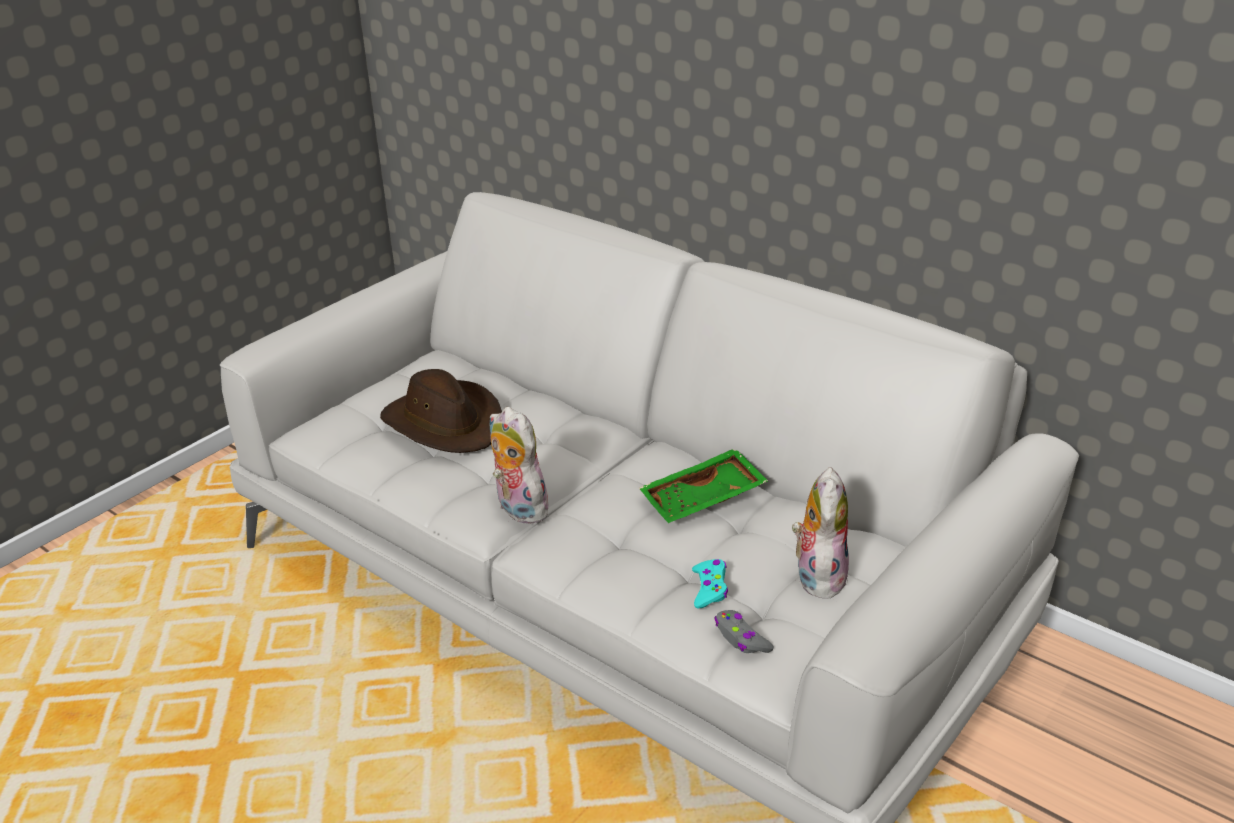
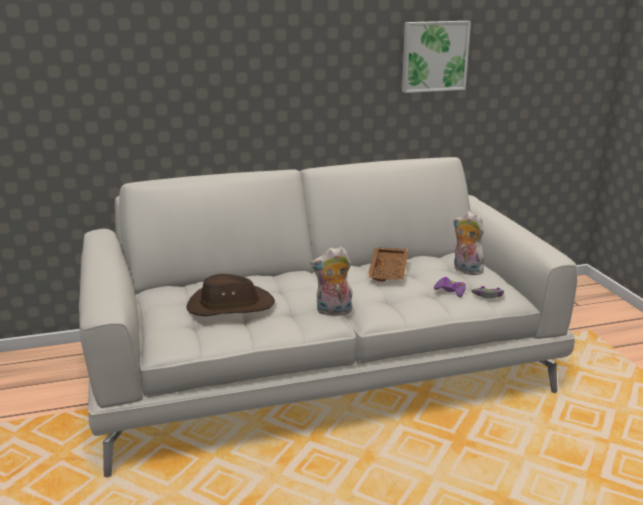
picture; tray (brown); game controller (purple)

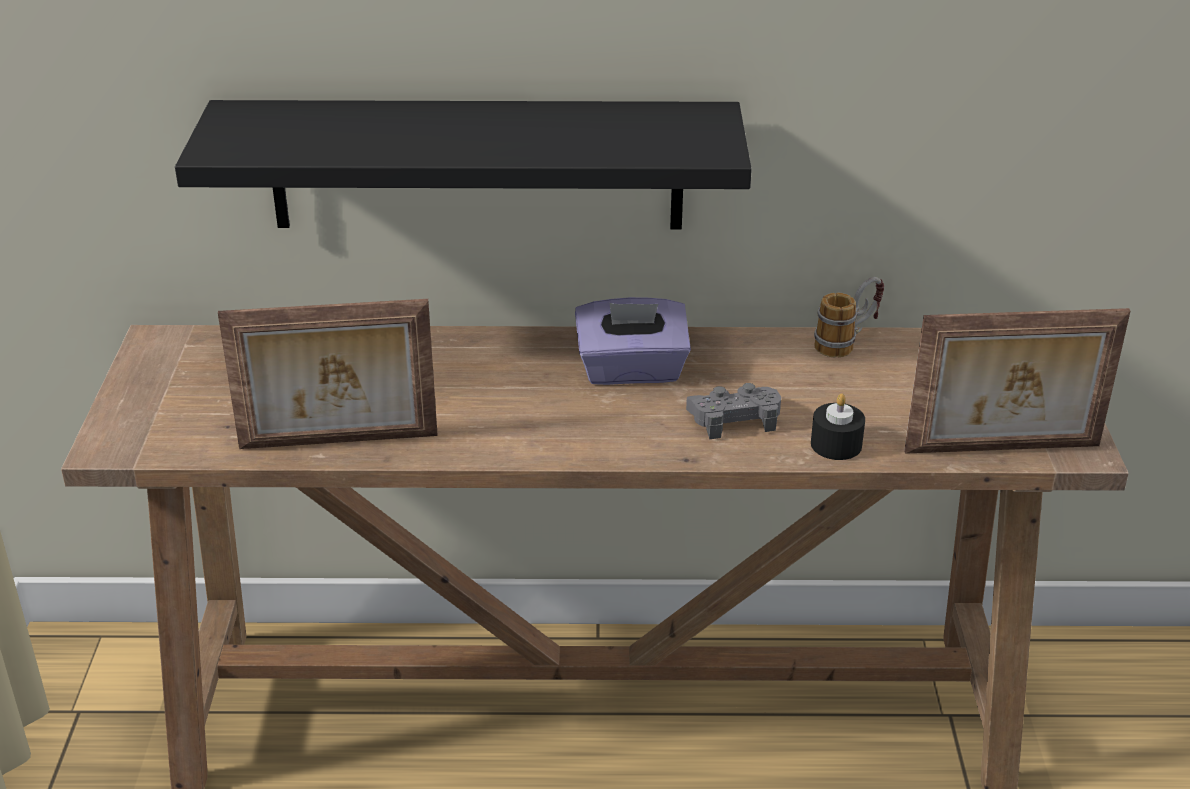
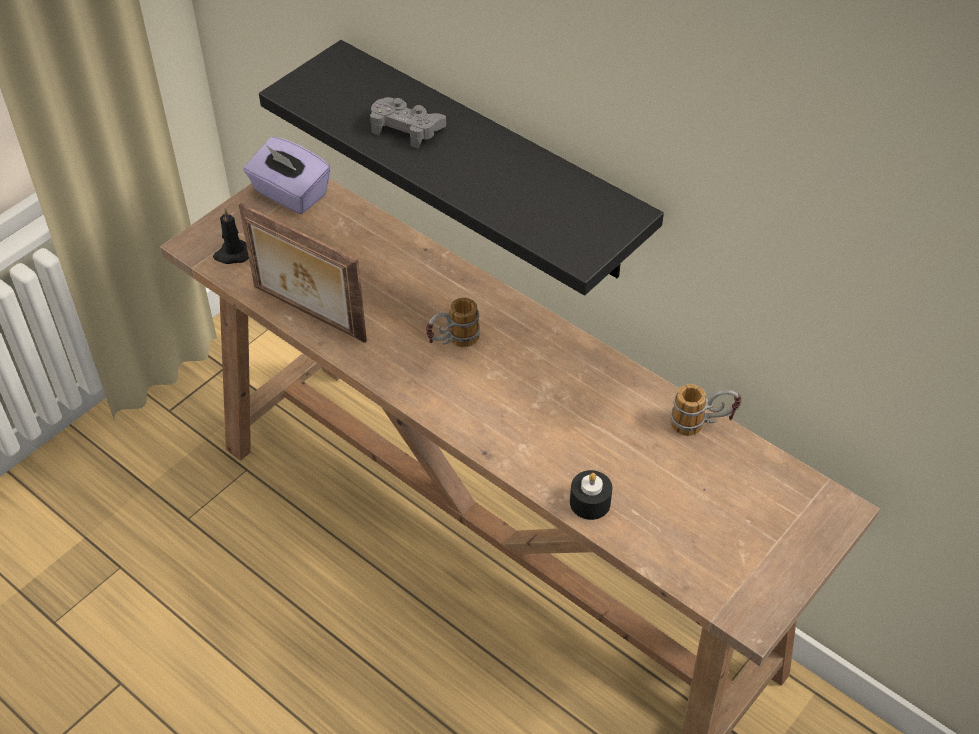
picture frame (2nd from left in the first image); candle (black) (1st from left); mug (1st from left); tissue box (purple); game controller (grey)

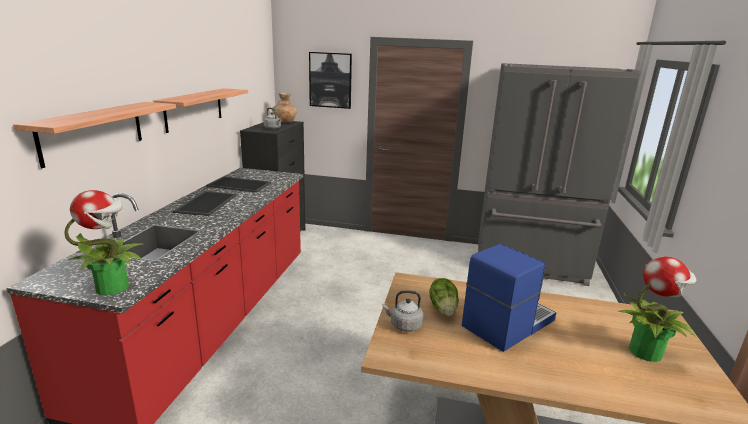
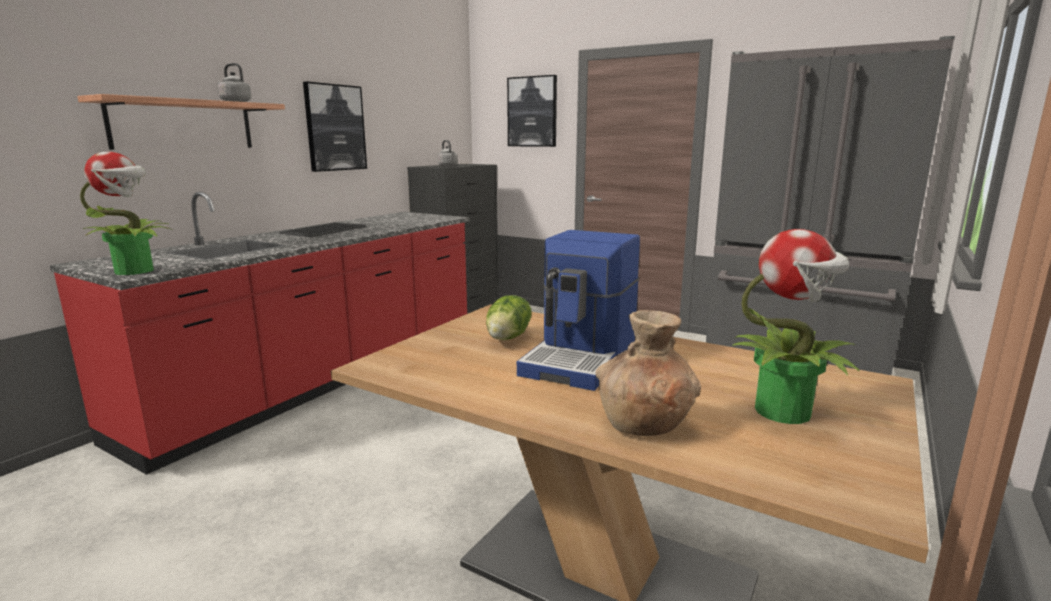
tray (2nd from left in the first image); vase (brown); kettle (grey) (1st from left); picture (1st from left); coffee machine

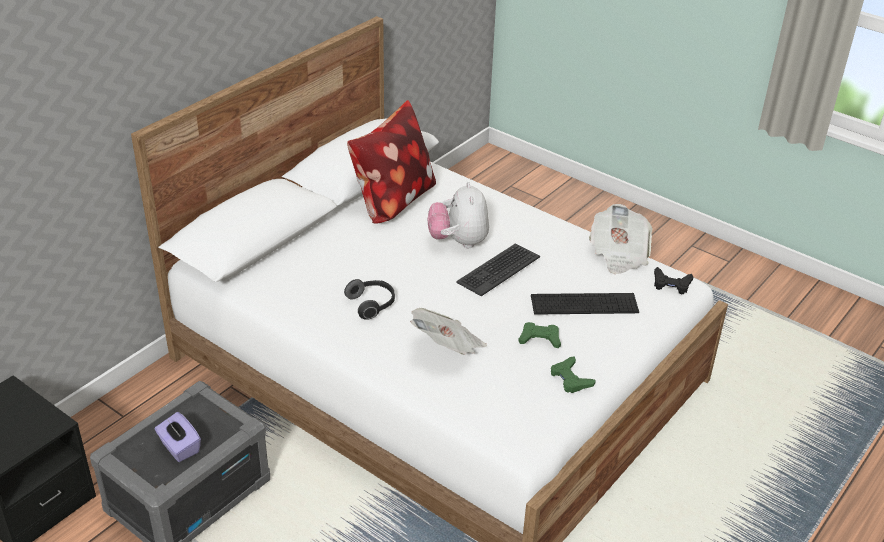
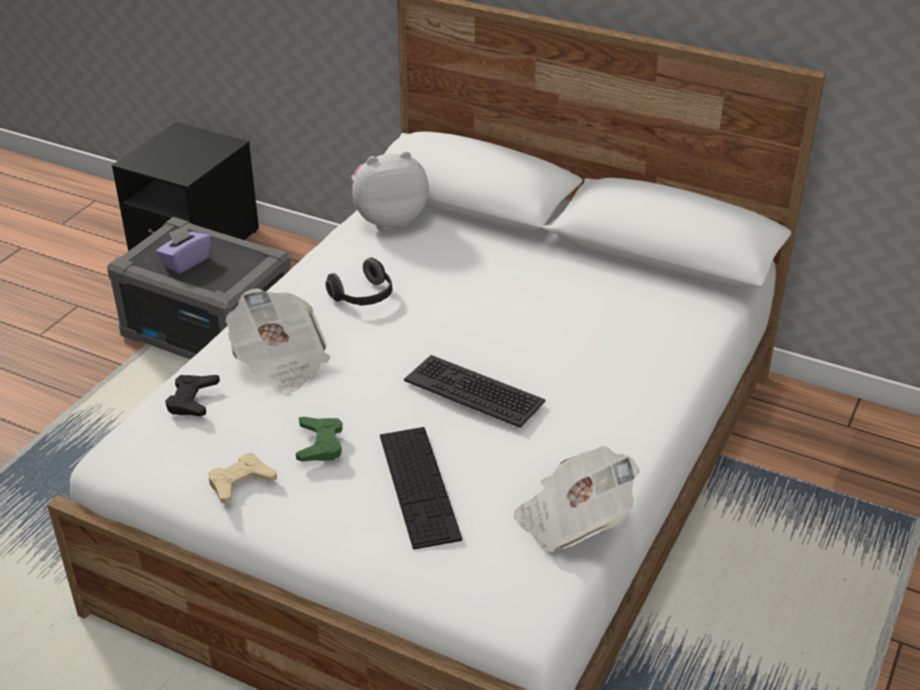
pillow; plush toy; game controller (black); game controller (beige)

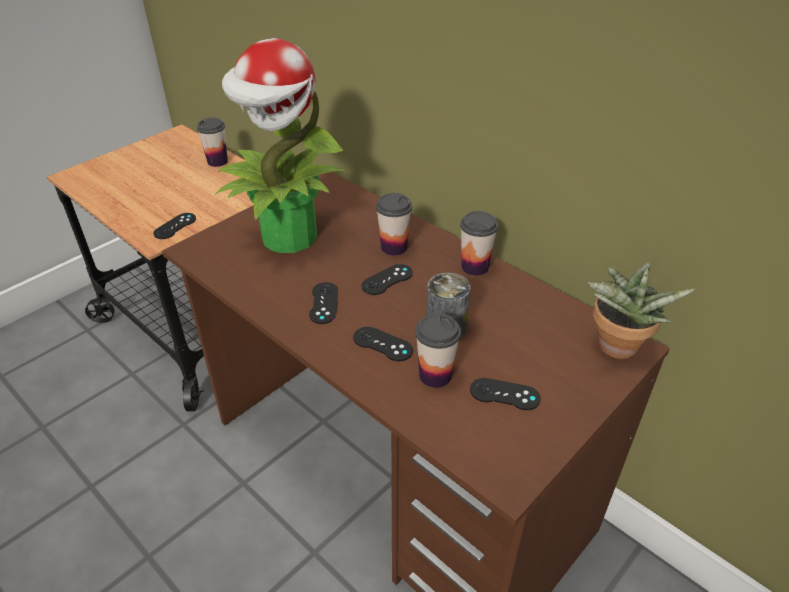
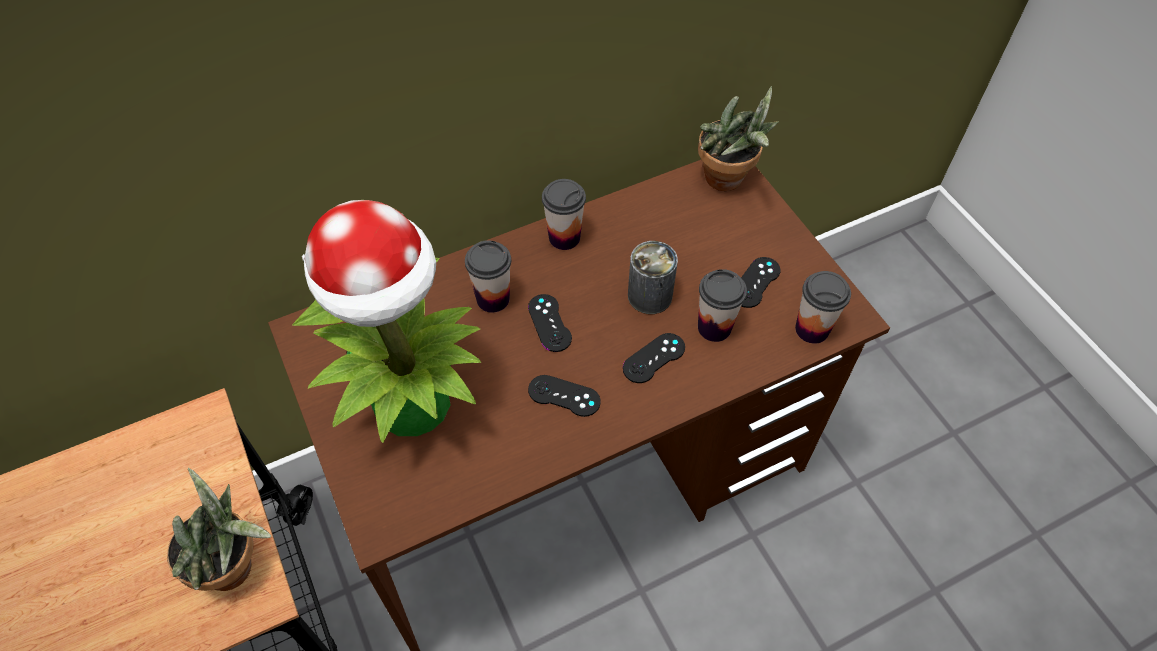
cup (4th from left); potted plant (1st from left)

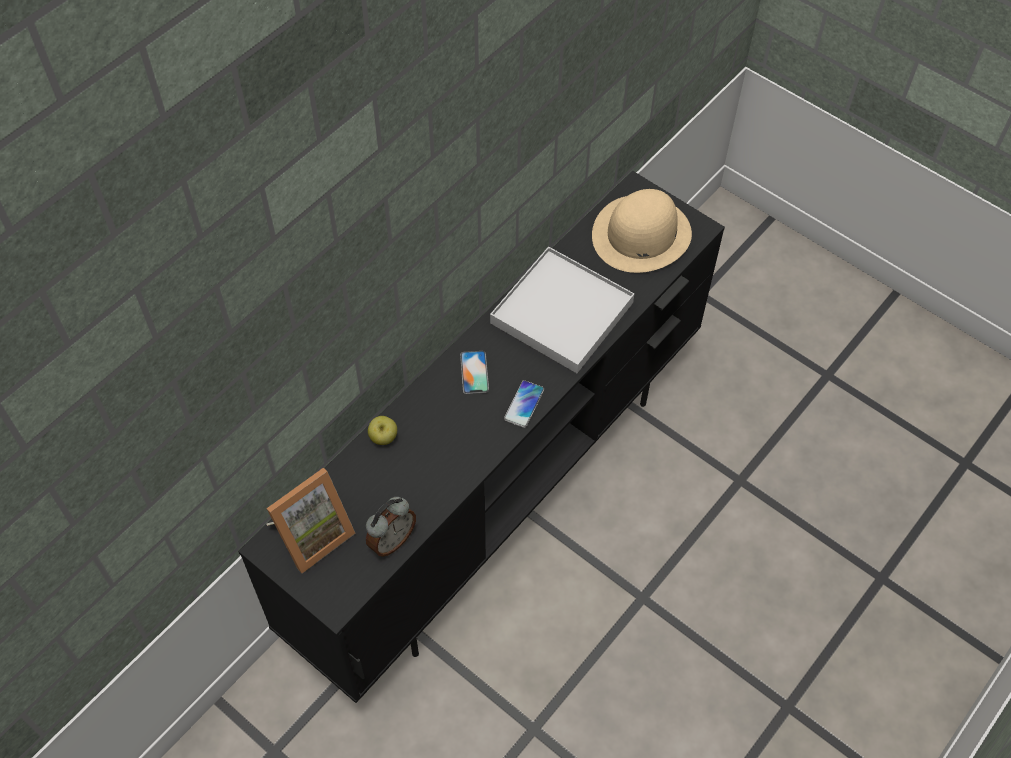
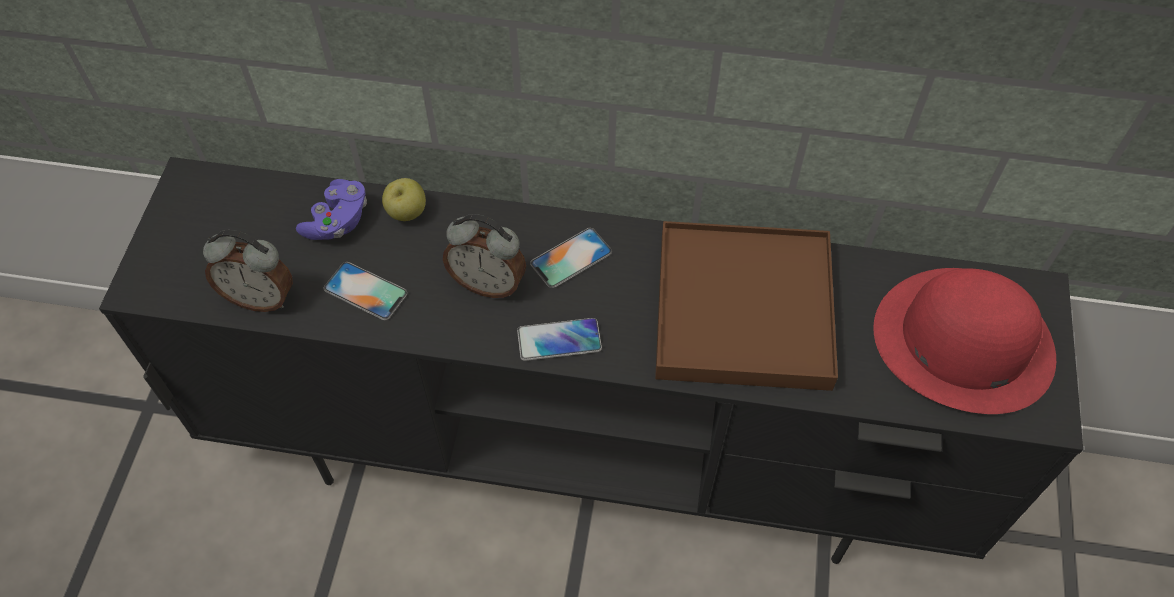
picture frame; game controller (purple); phone (1st from left); alarm clock (2nd from left); tray (brown); hat (red)

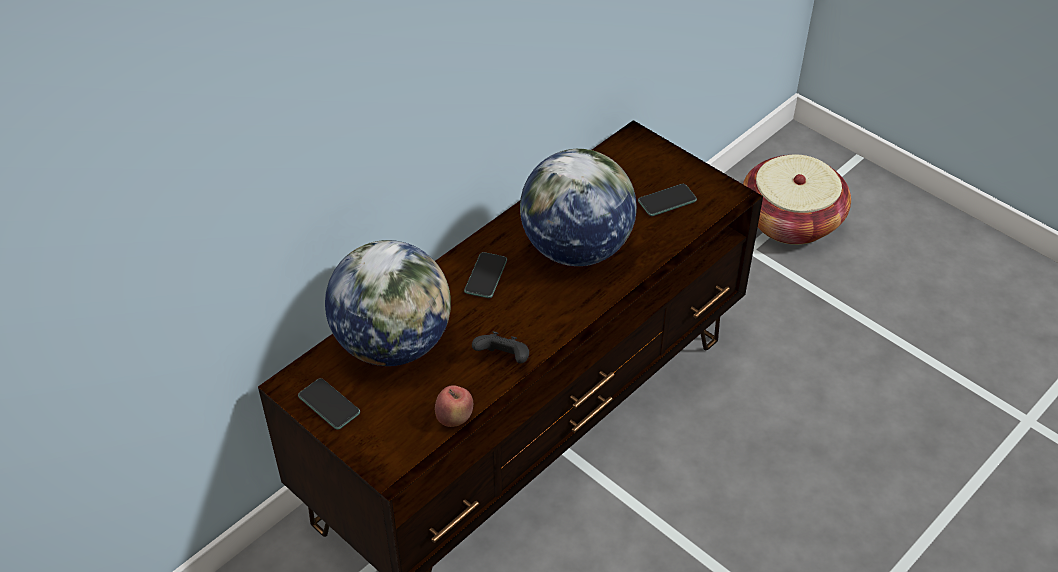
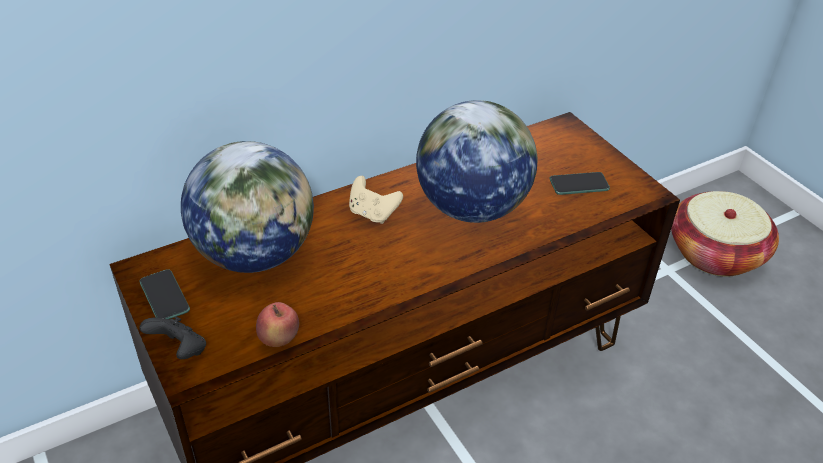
game controller (black); game controller (beige)

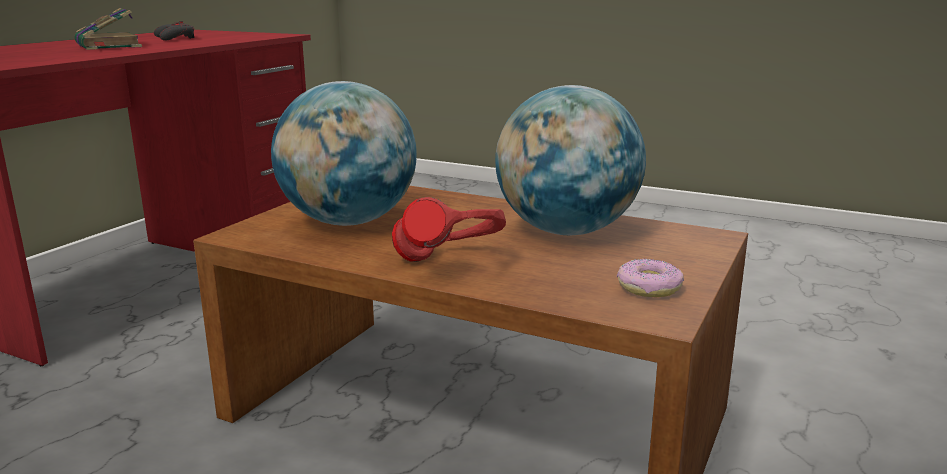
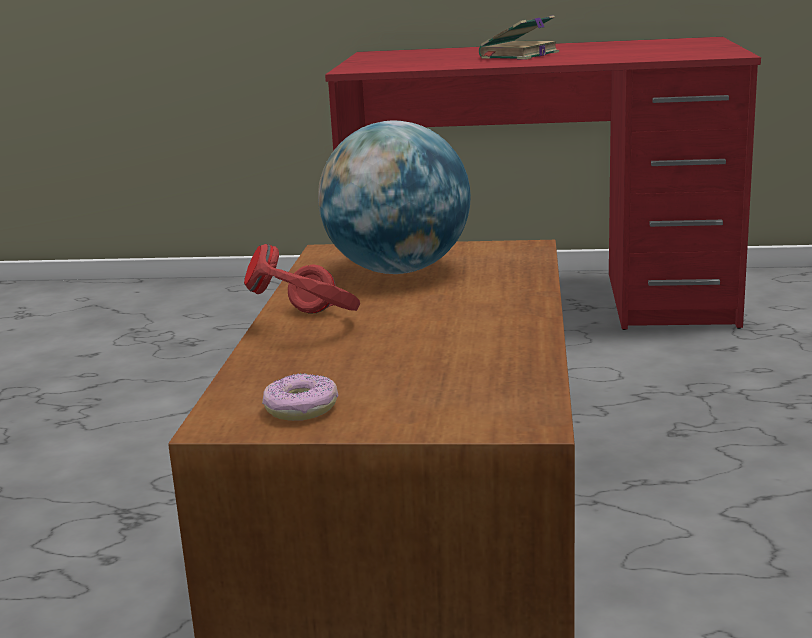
game controller (grey); globe (2nd from left in the first image)

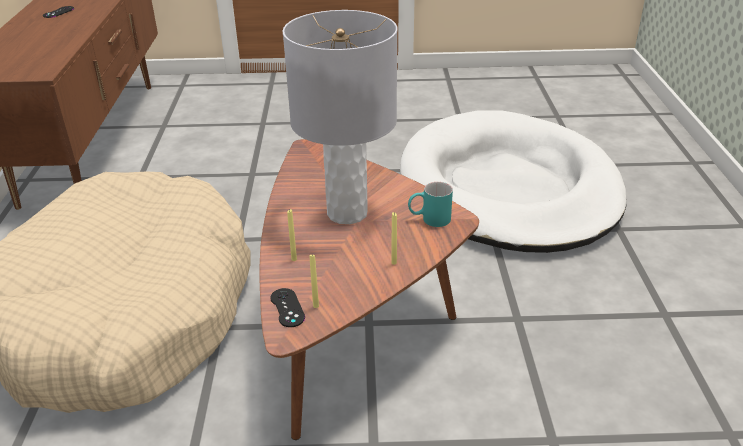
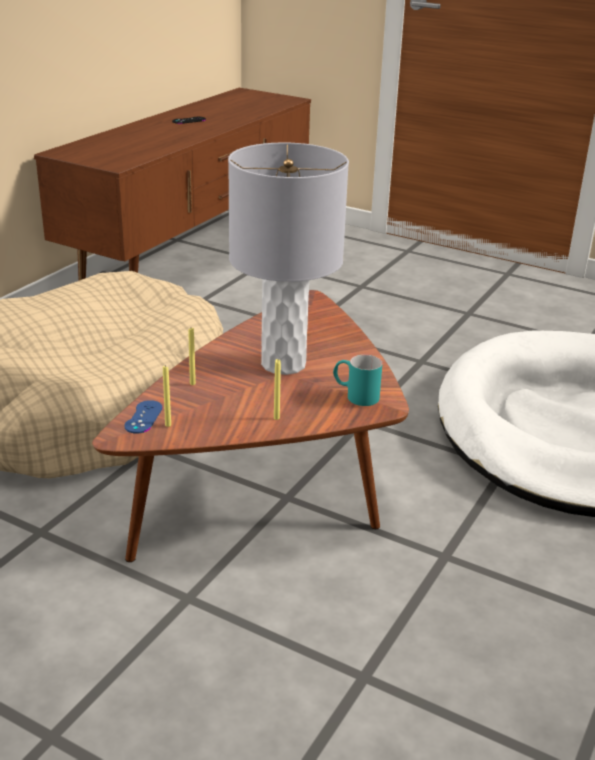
game controller (blue)

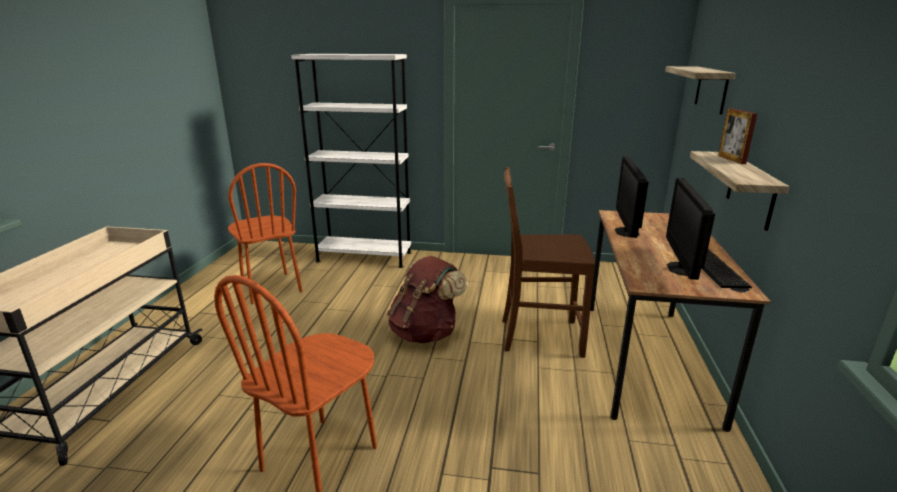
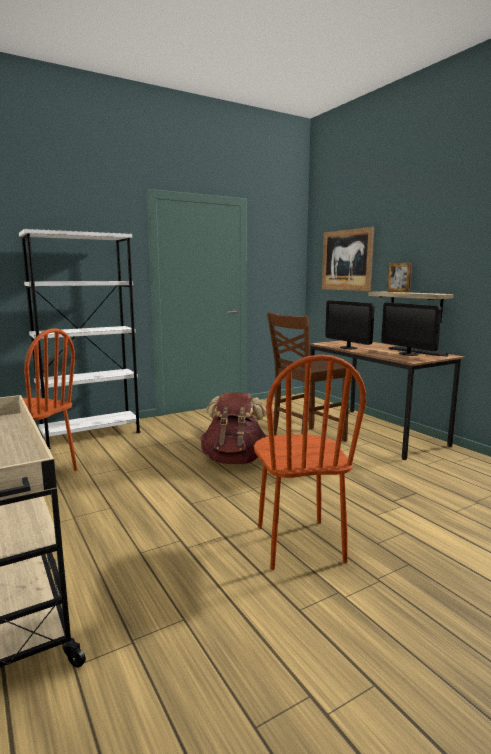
picture

